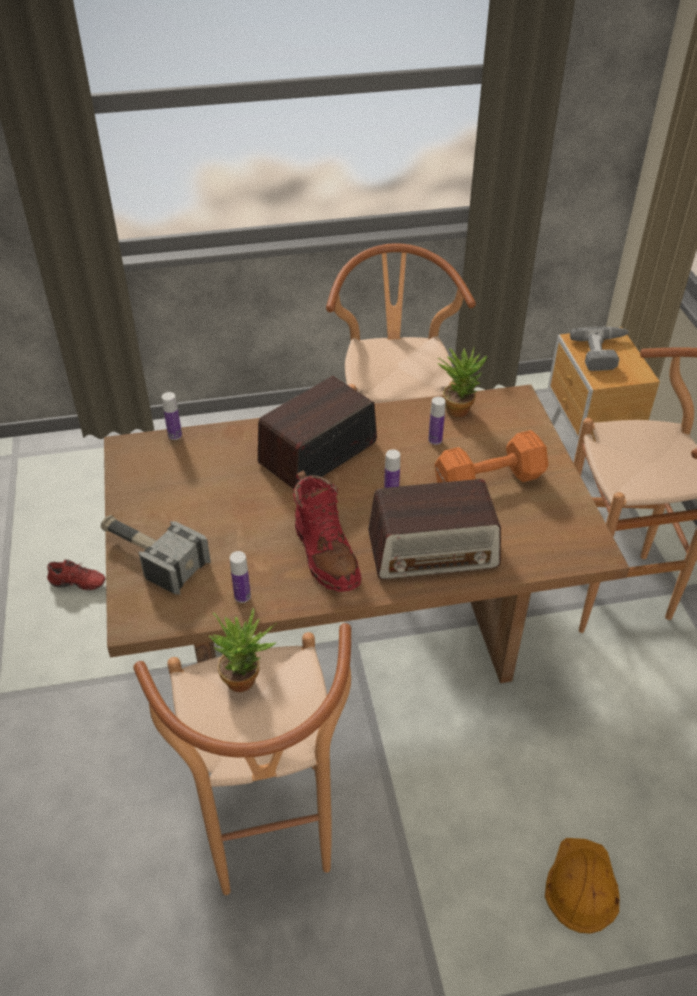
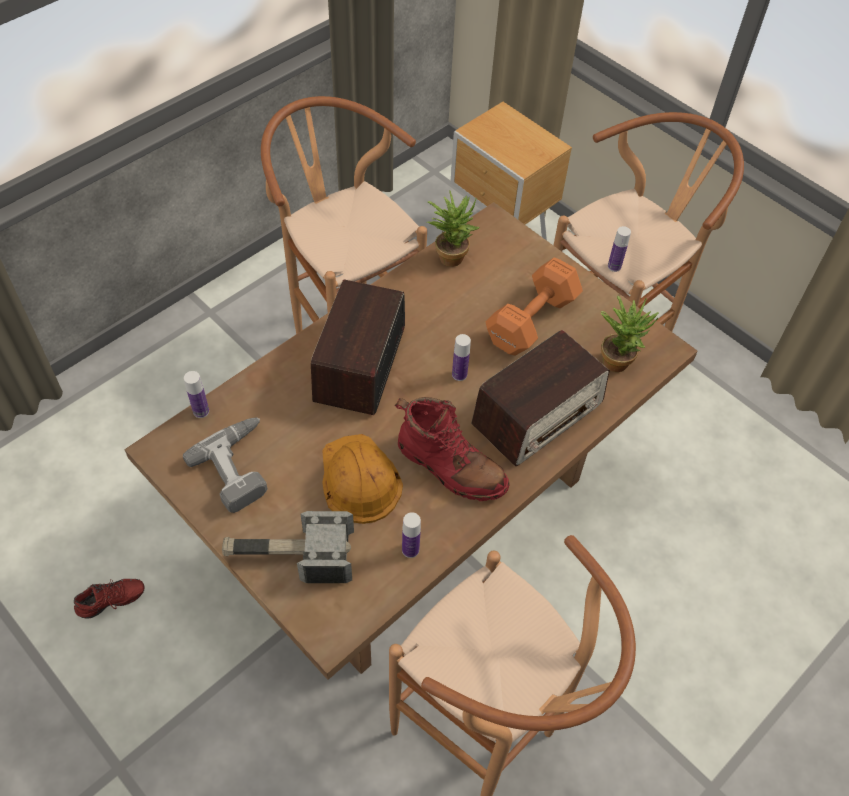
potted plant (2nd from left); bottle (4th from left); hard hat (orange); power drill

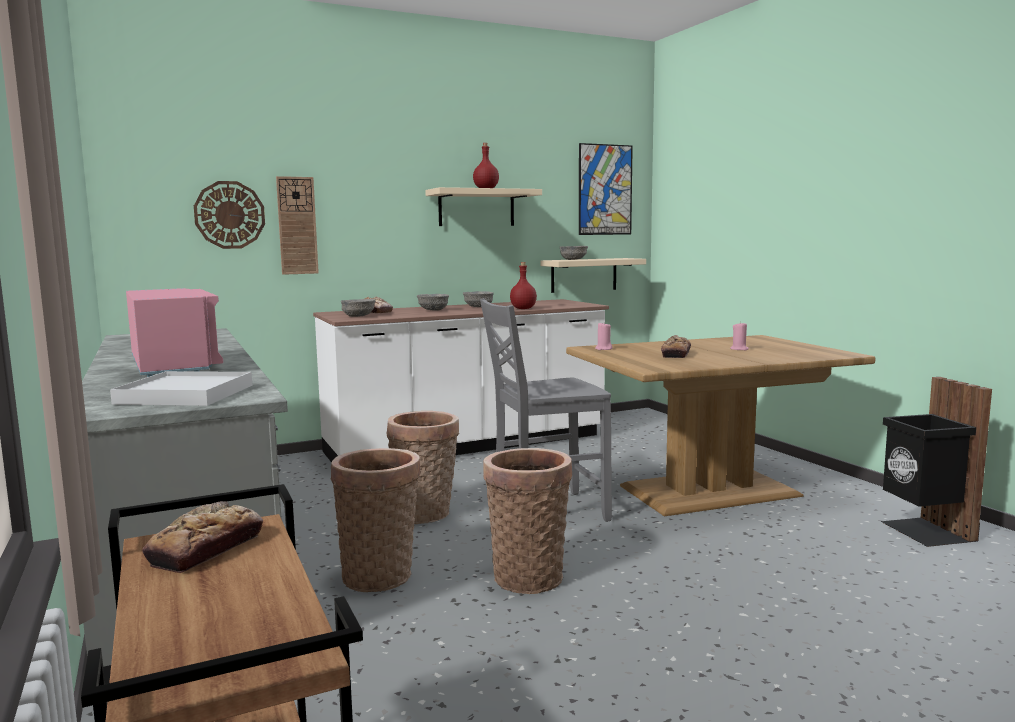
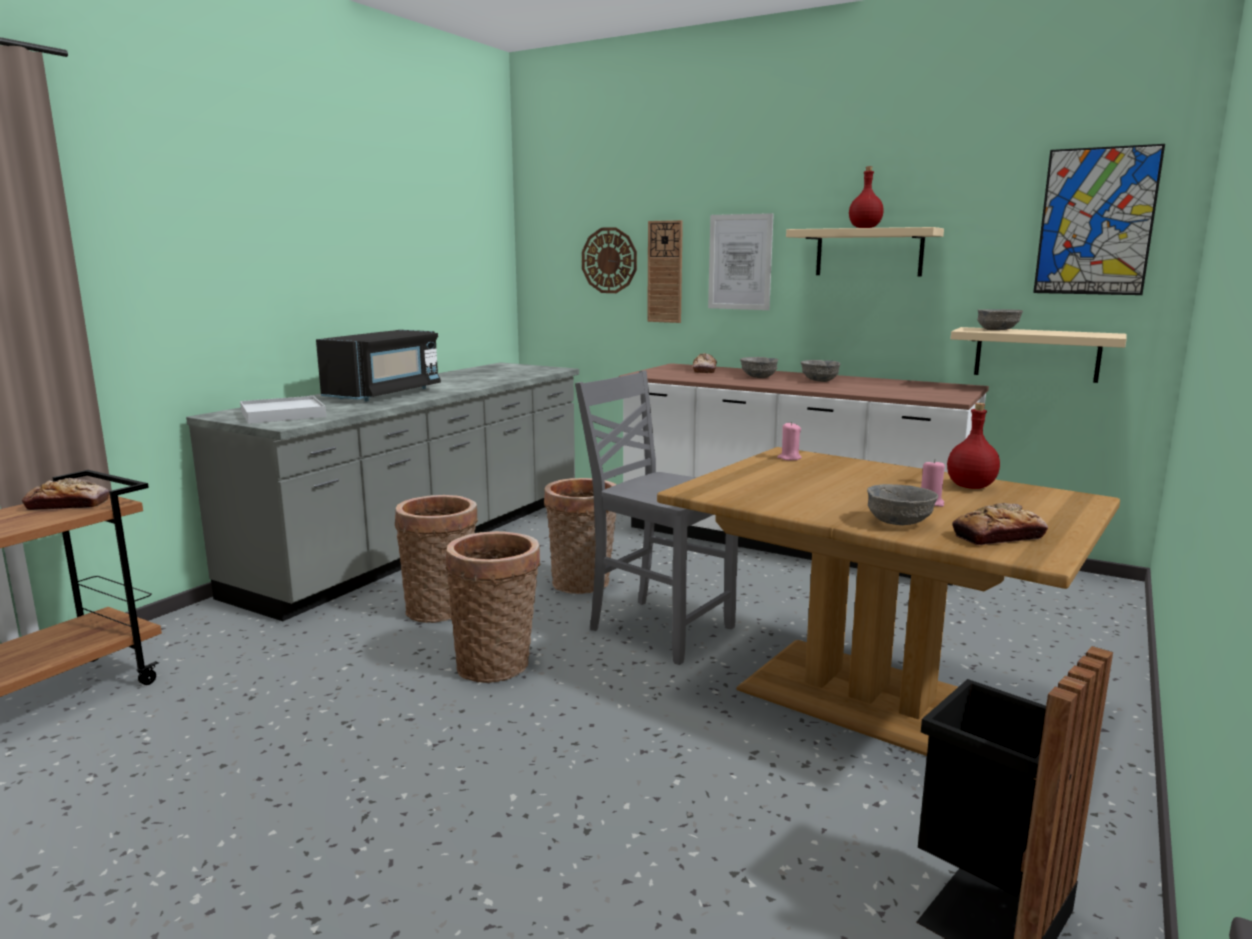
picture (1st from left); bowl (grey) (3rd from left); bottle (red) (2nd from left); bread (3rd from left); microwave (black)

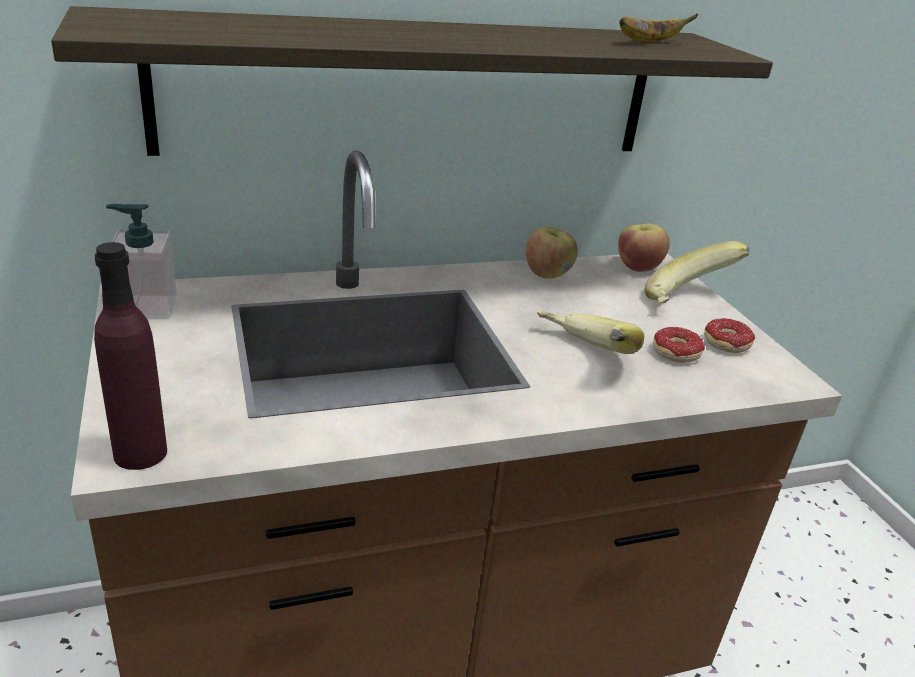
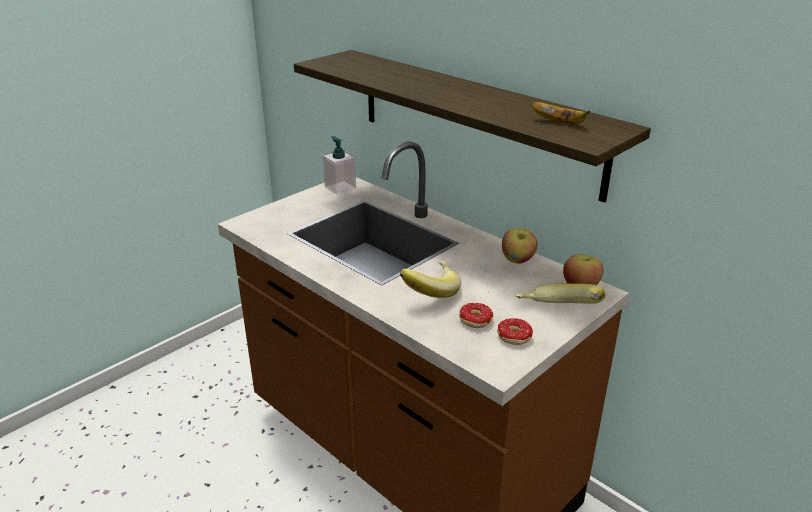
bottle (purple)

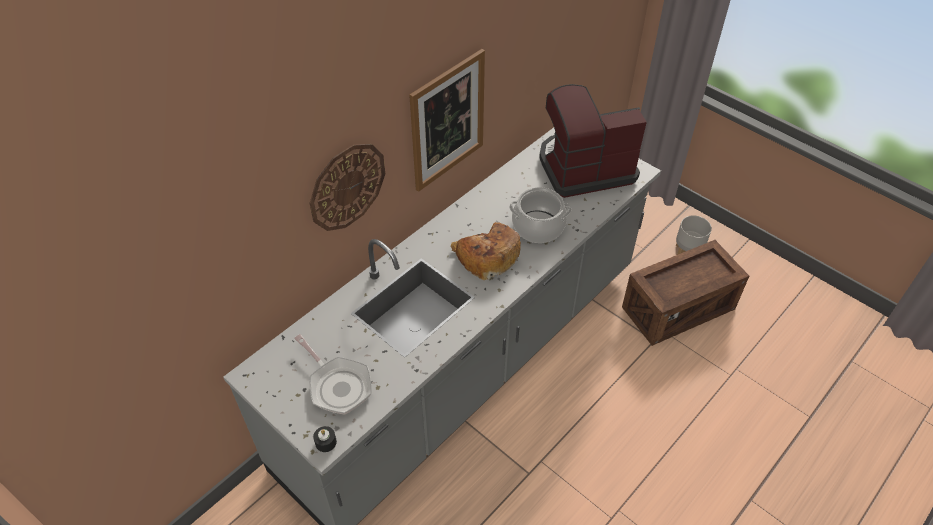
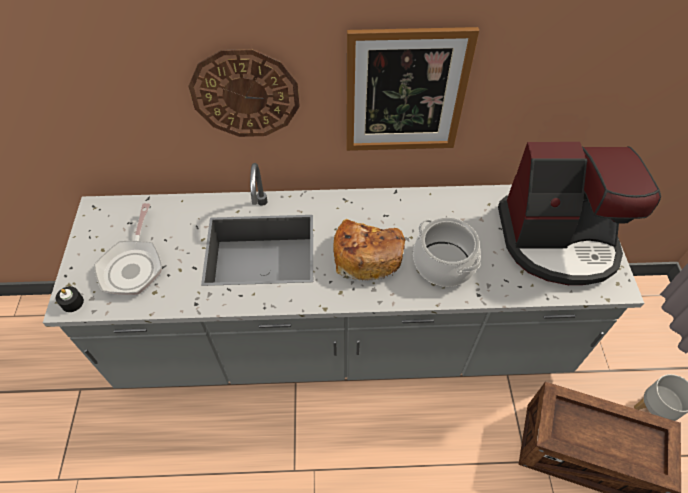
coffee machine

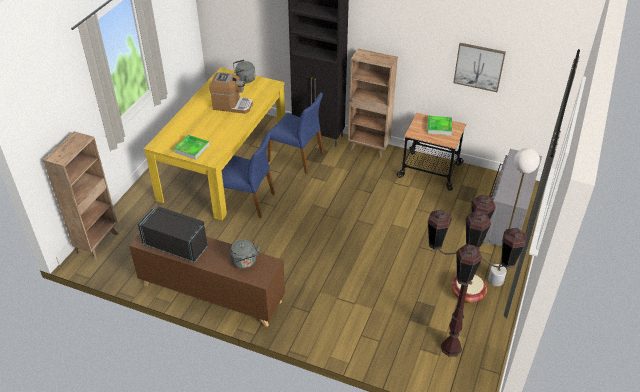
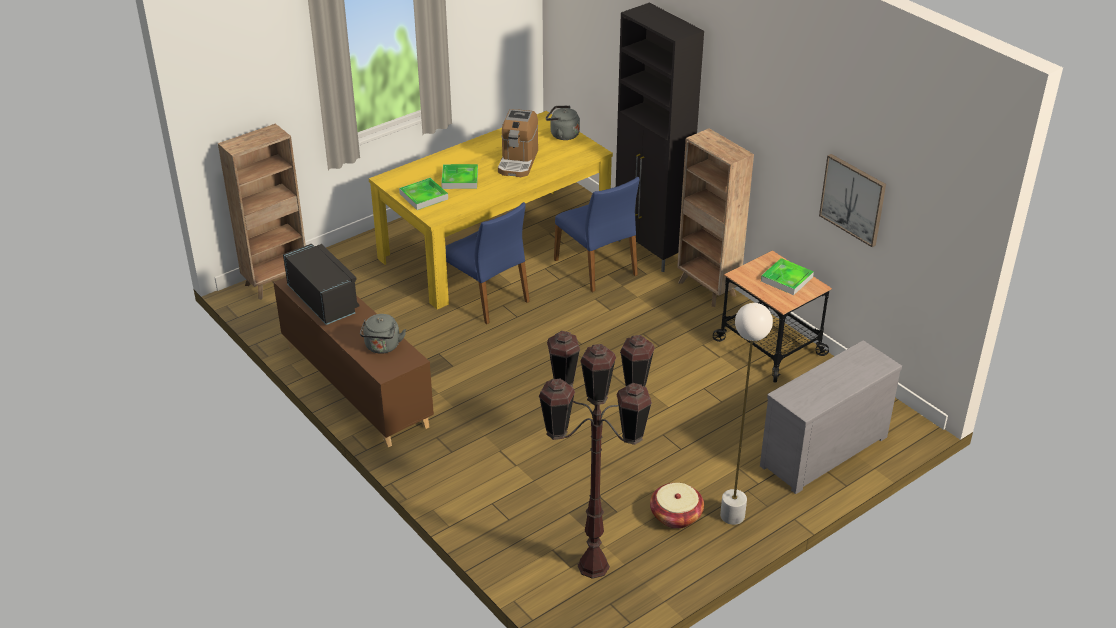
tray (2nd from left); coffee machine

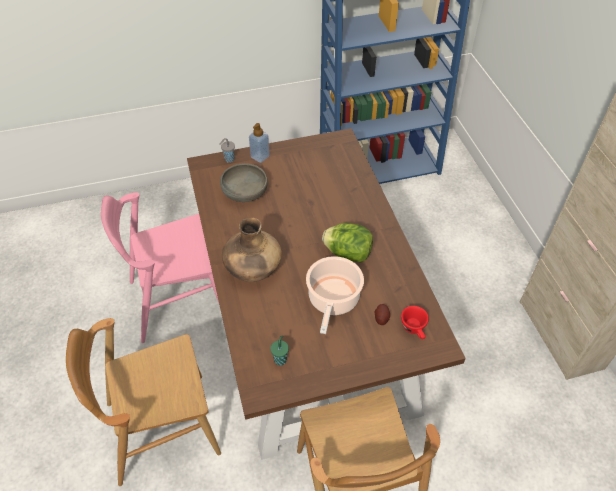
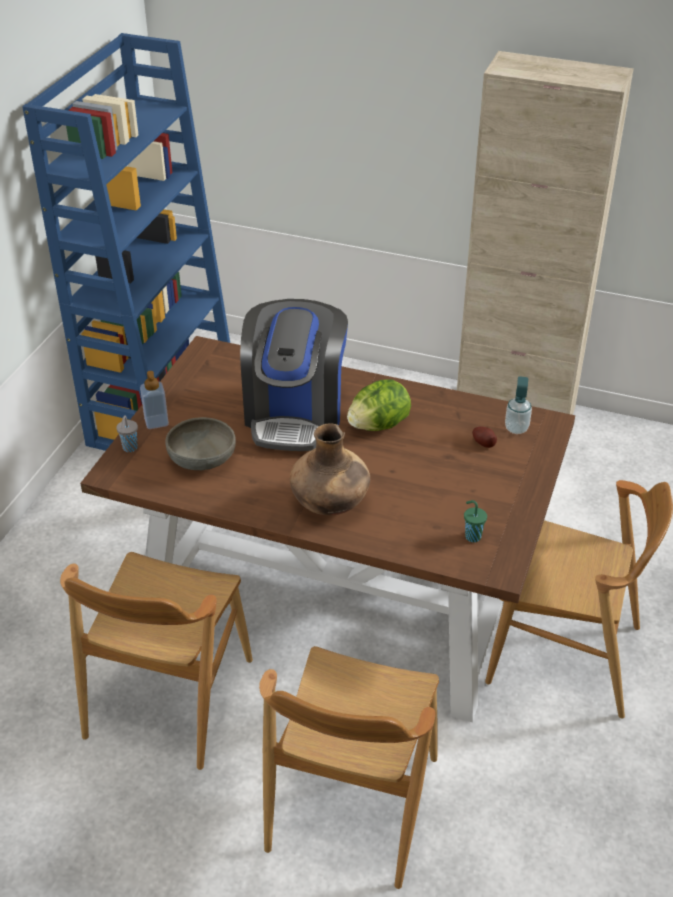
cooking pot; coffee machine; soap dispenser (2nd from left); chair (brown) (1st from left)

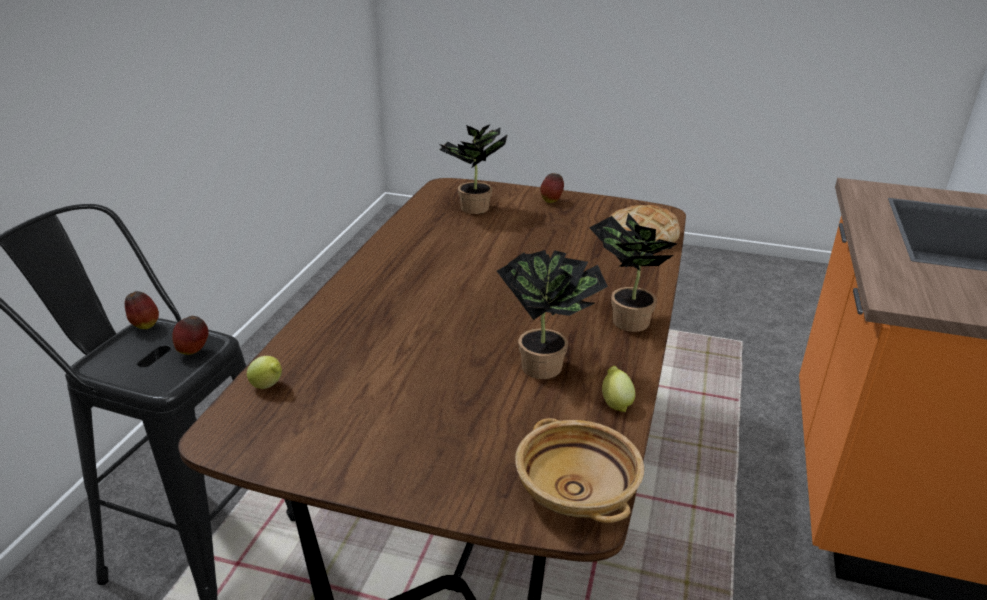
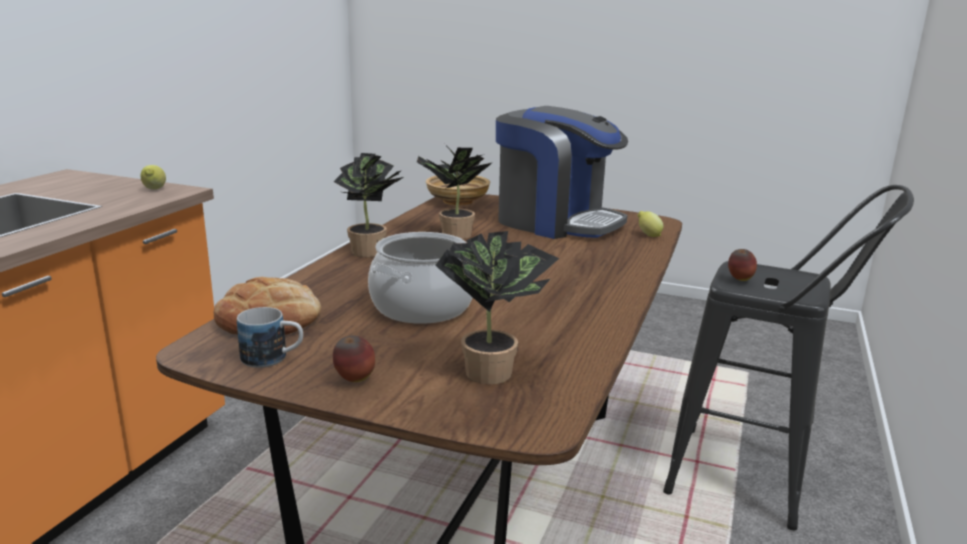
apple (1st from left in the first image); mug; cooking pot; coffee machine; lemon (1st from left)

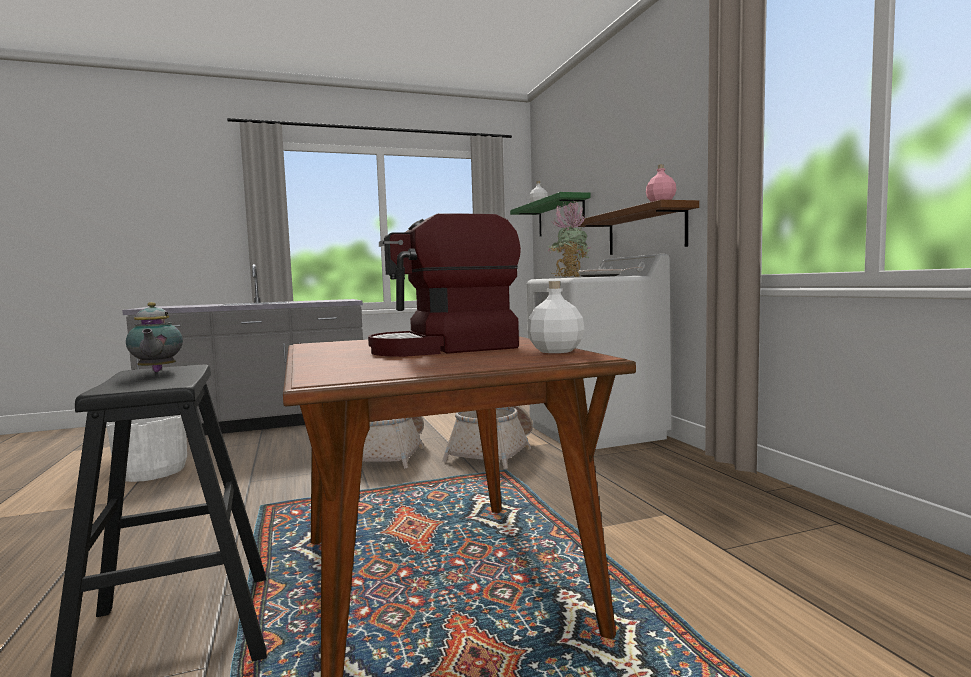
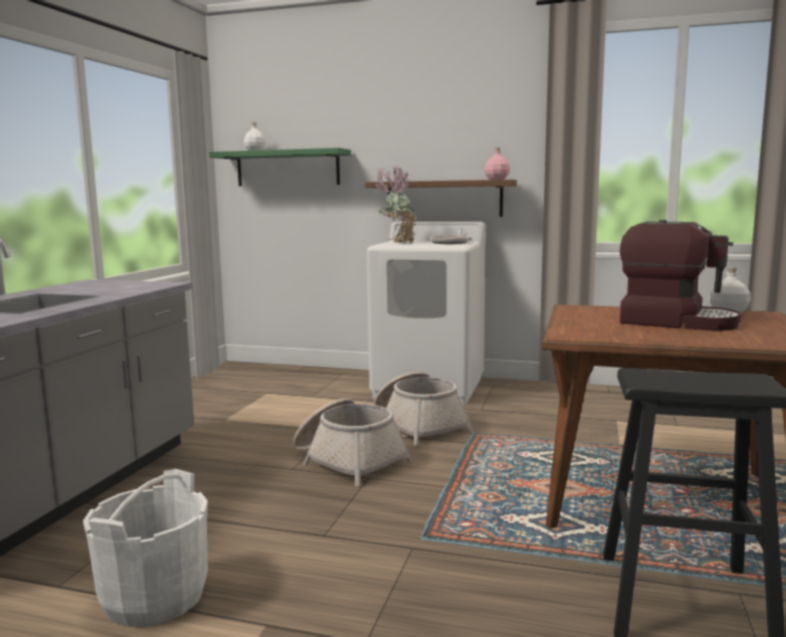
teapot; coffee machine

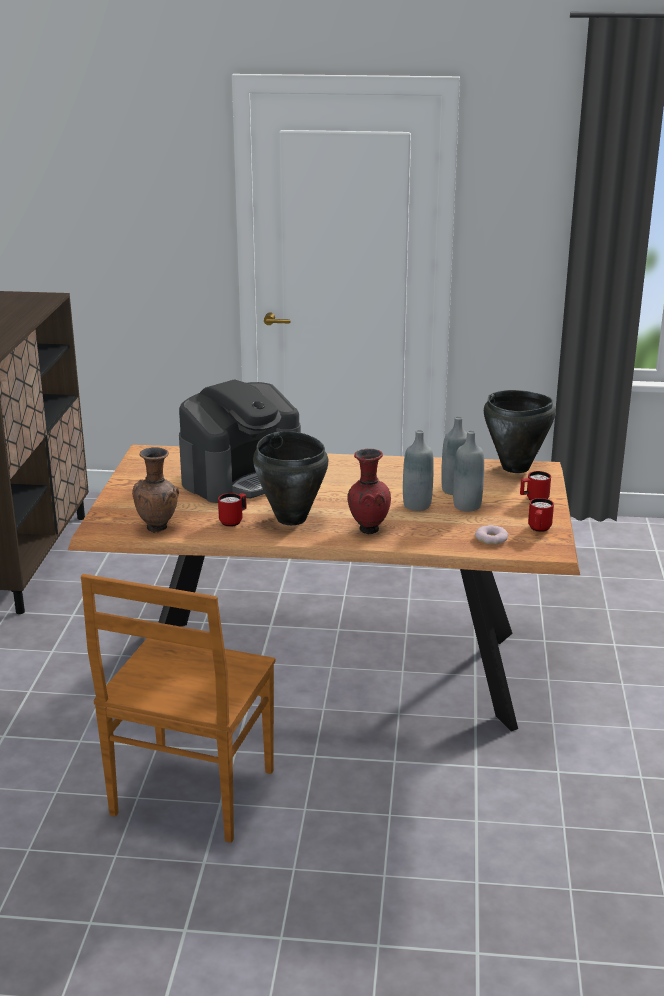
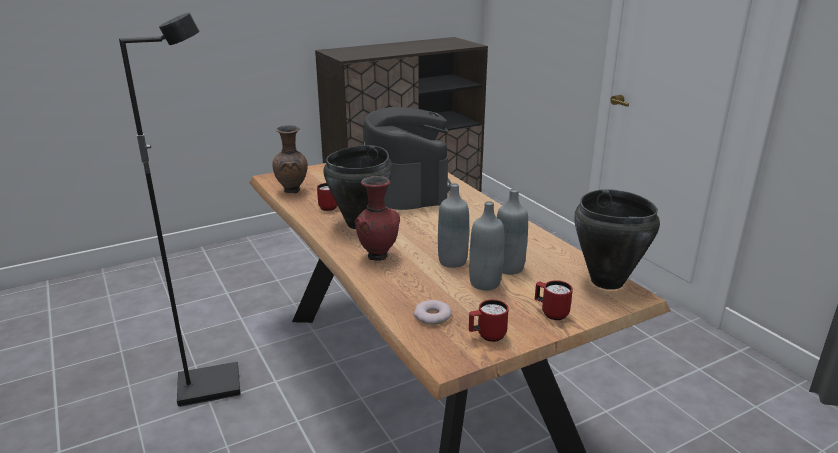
floor lamp (black); coffee machine

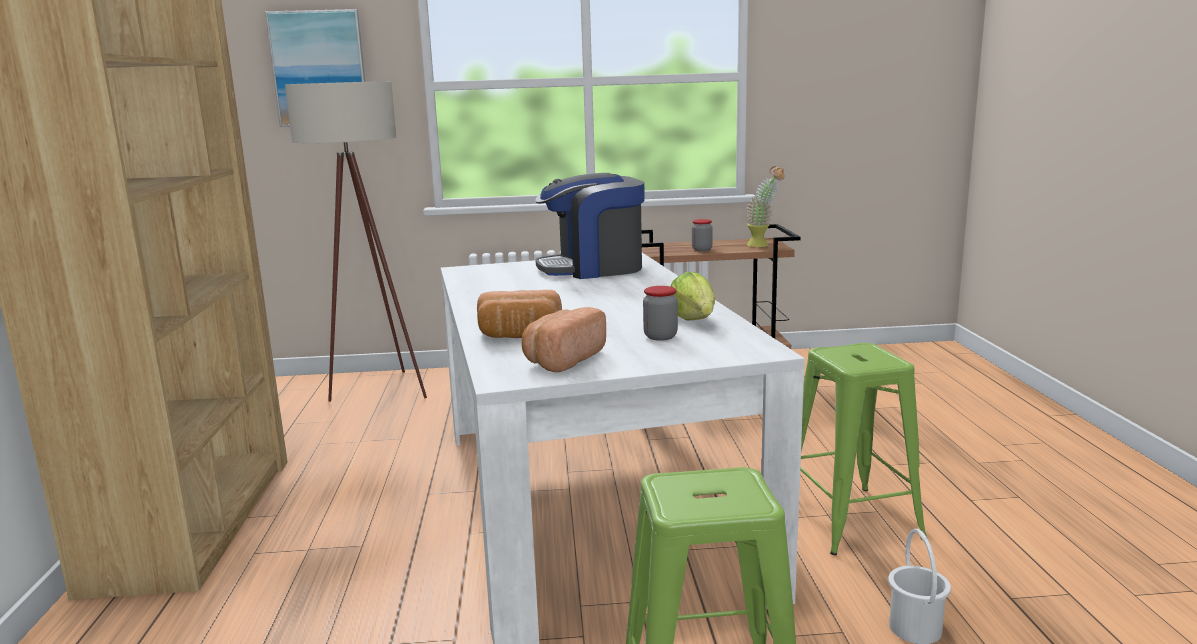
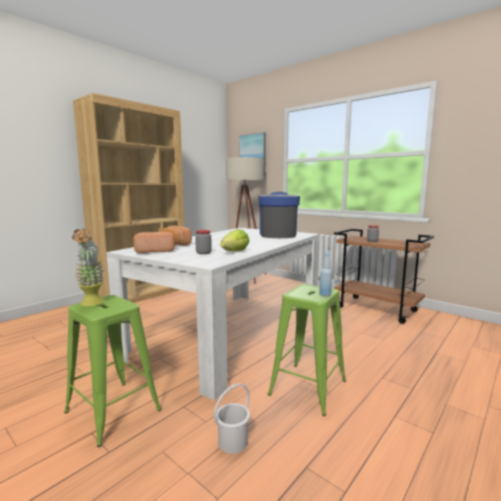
bottle (blue); potted plant; coffee machine

